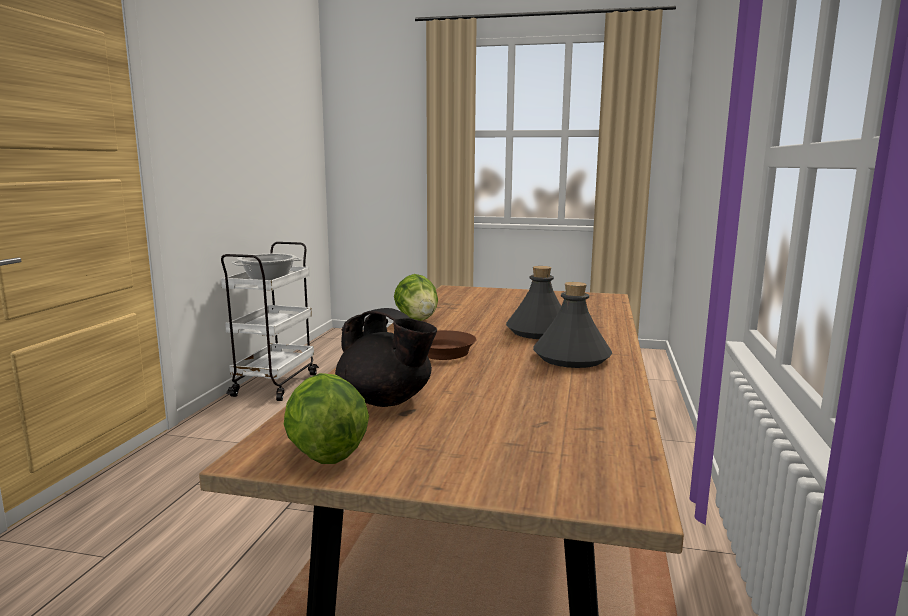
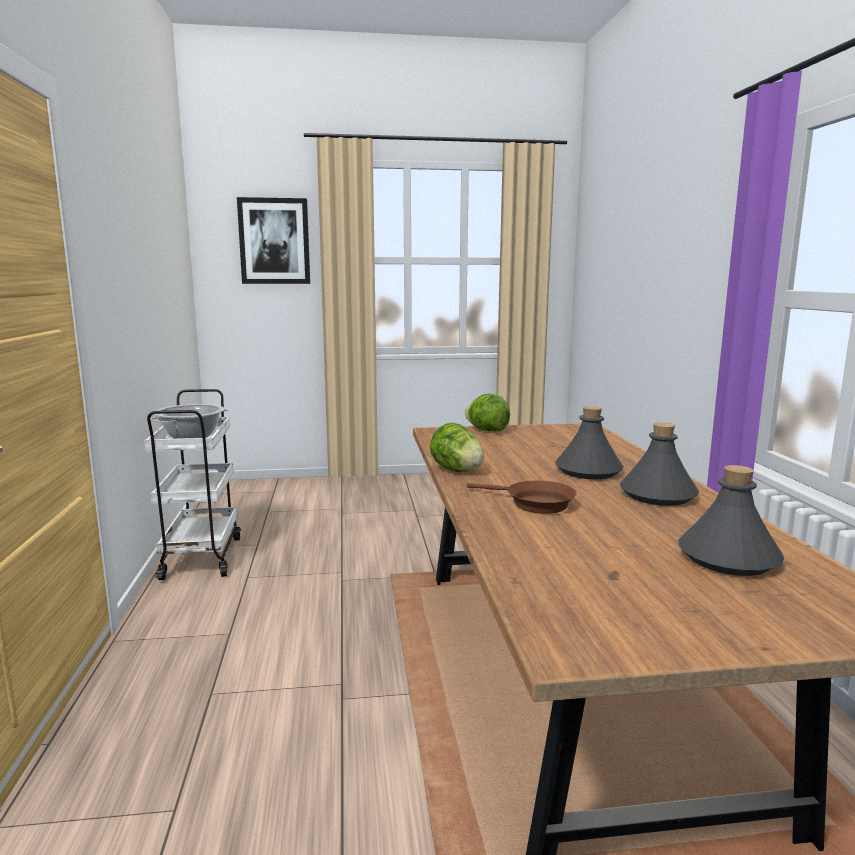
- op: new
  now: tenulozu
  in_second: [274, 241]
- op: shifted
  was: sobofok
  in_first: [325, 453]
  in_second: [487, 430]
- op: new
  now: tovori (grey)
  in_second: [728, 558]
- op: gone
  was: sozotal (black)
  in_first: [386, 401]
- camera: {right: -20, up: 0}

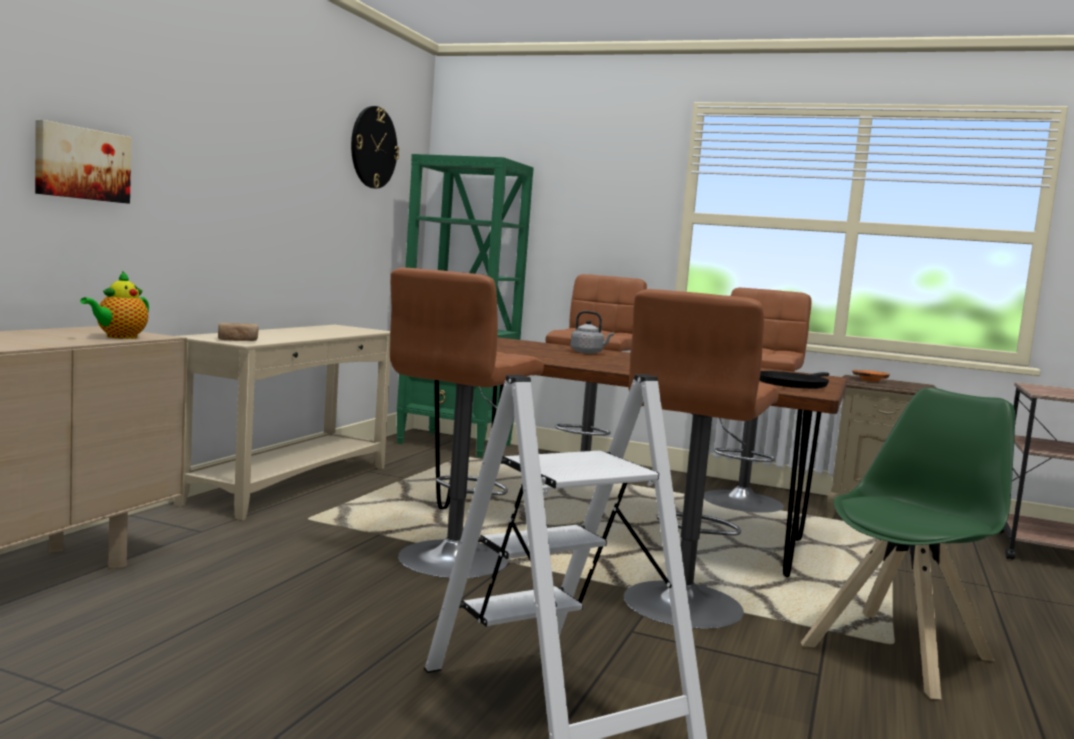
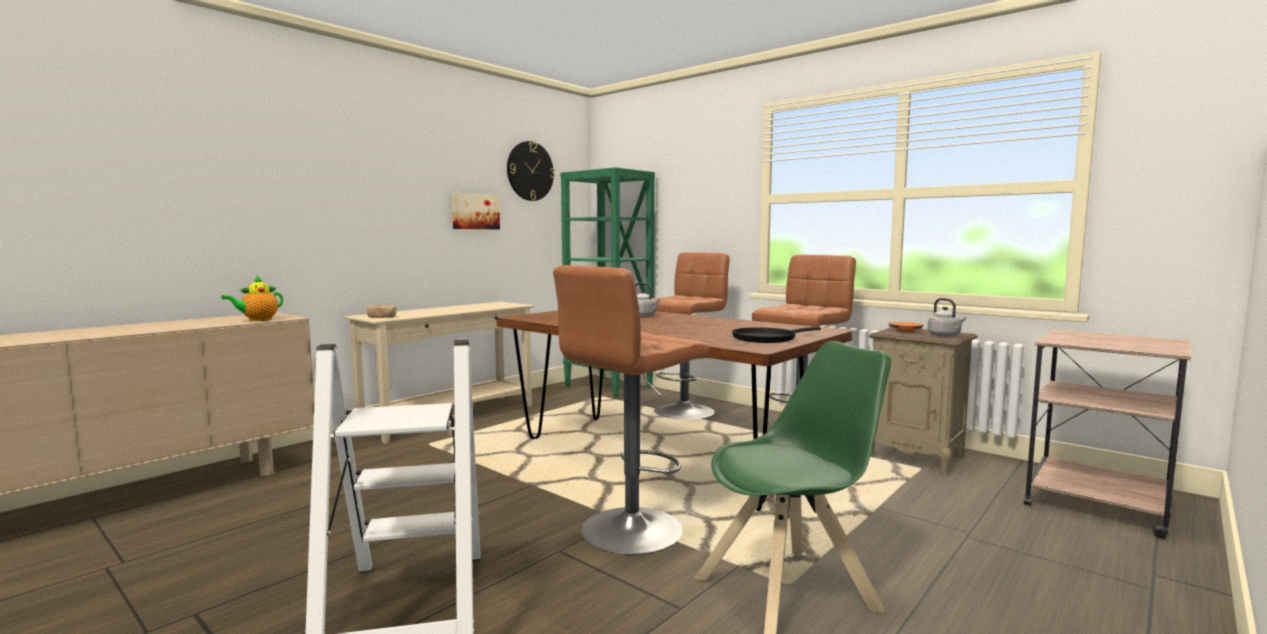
- op: shifted
  was: tenulozu
  in_first: [81, 163]
  in_second: [475, 211]
- op: new
  now: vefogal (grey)
  in_second: [945, 335]
- op: gone
  was: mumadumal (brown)
  in_first: [451, 559]
- camera: {right: 20, up: 0}

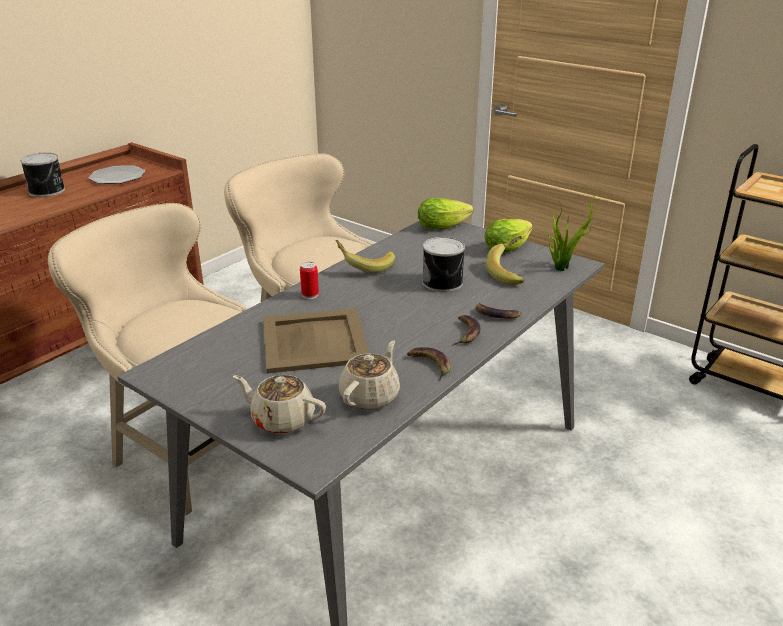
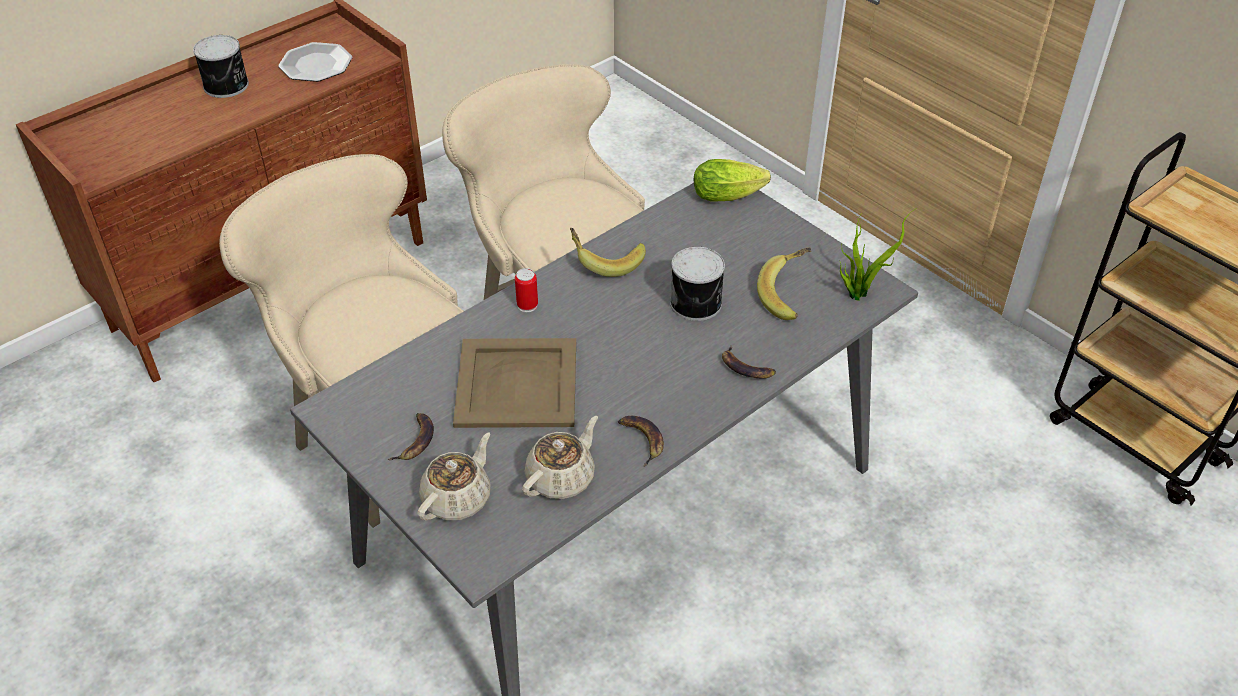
- op: shifted
  was: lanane
  in_first: [465, 333]
  in_second: [415, 440]
- op: rotated
  was: sozotal (beige)
  in_first: [282, 419]
  in_second: [458, 498]
  clockwise: 90
- op: gone
  was: sobofok
  in_first: [509, 247]
- camera: {right: 10, up: 15}

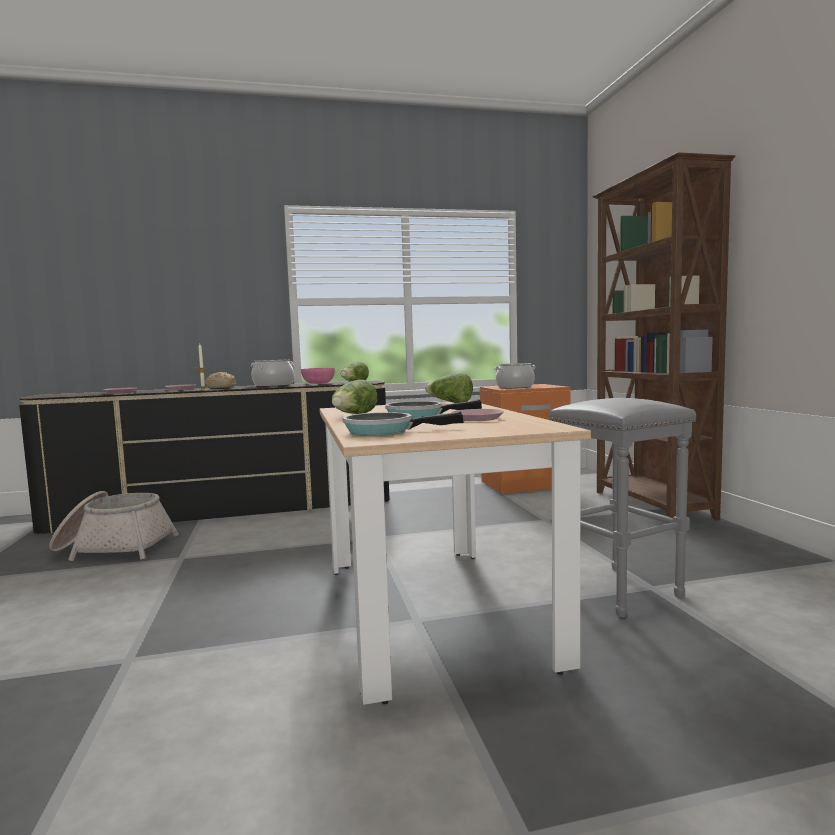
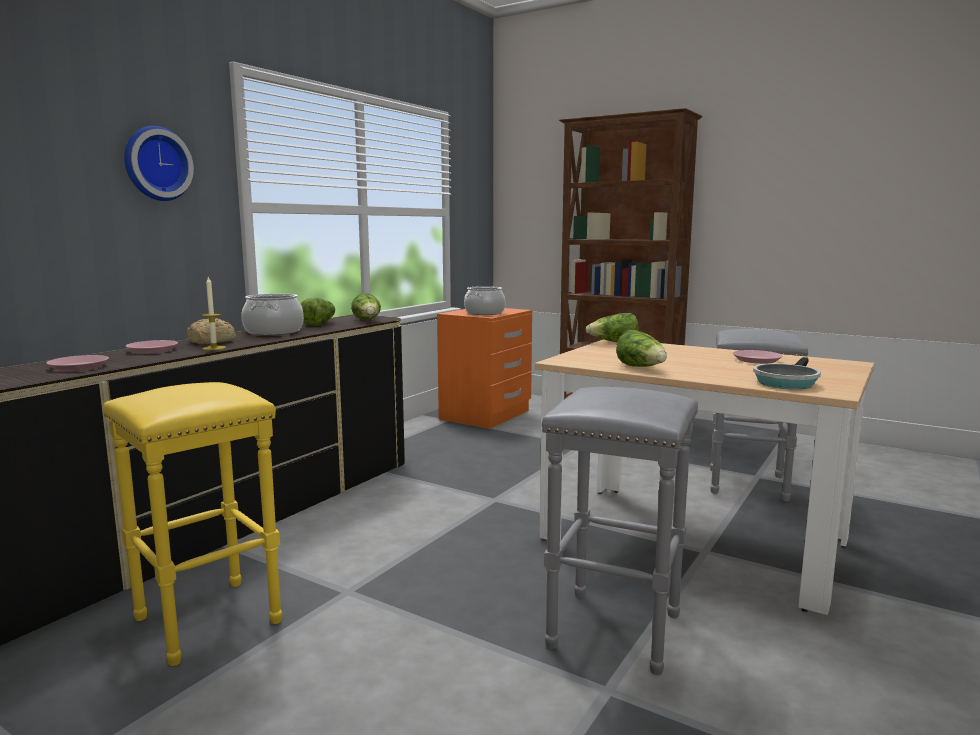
- op: swapped
  was: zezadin
  now: mumadumal (yellow)
  in_first: [114, 548]
  in_second: [204, 619]
- op: new
  now: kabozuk
  in_second: [156, 164]
- op: swapped
  was: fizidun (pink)
  now: sobofok
  in_first: [318, 383]
  in_second: [319, 324]
- op: new
  now: mumadumal (grey)
  in_second: [611, 630]
- op: gone
  was: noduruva
  in_first: [419, 416]
- camera: {right: -45, up: 5}

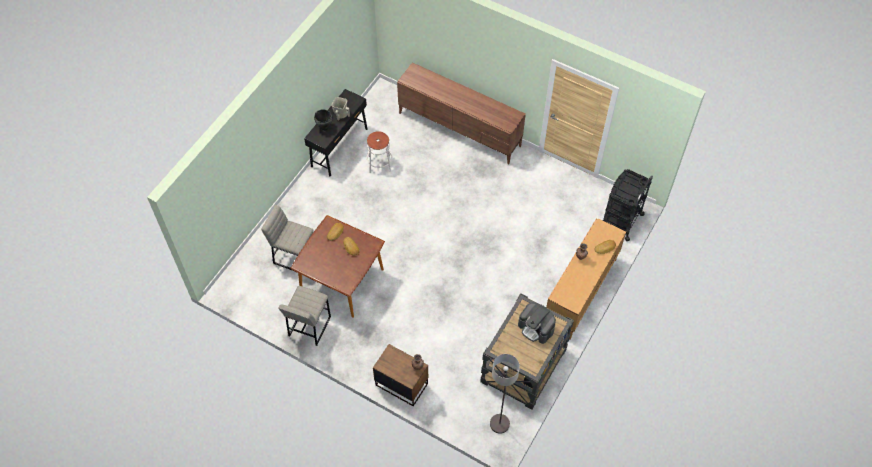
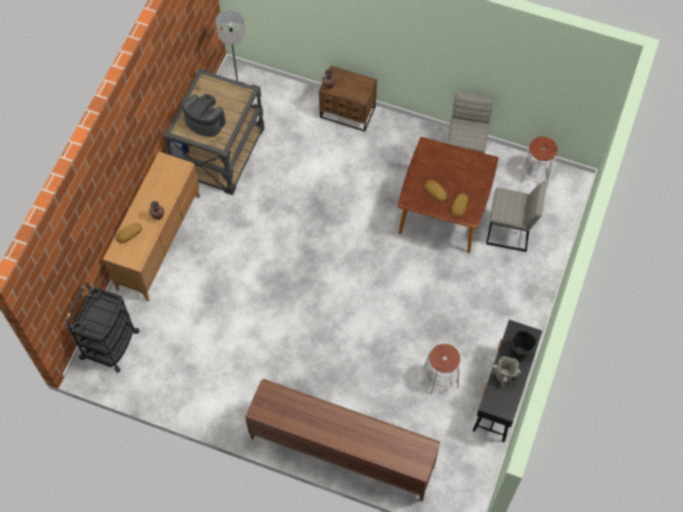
- op: new
  now: mumadumal (white)
  in_second: [536, 174]
- camera: {right: 170, up: 5}

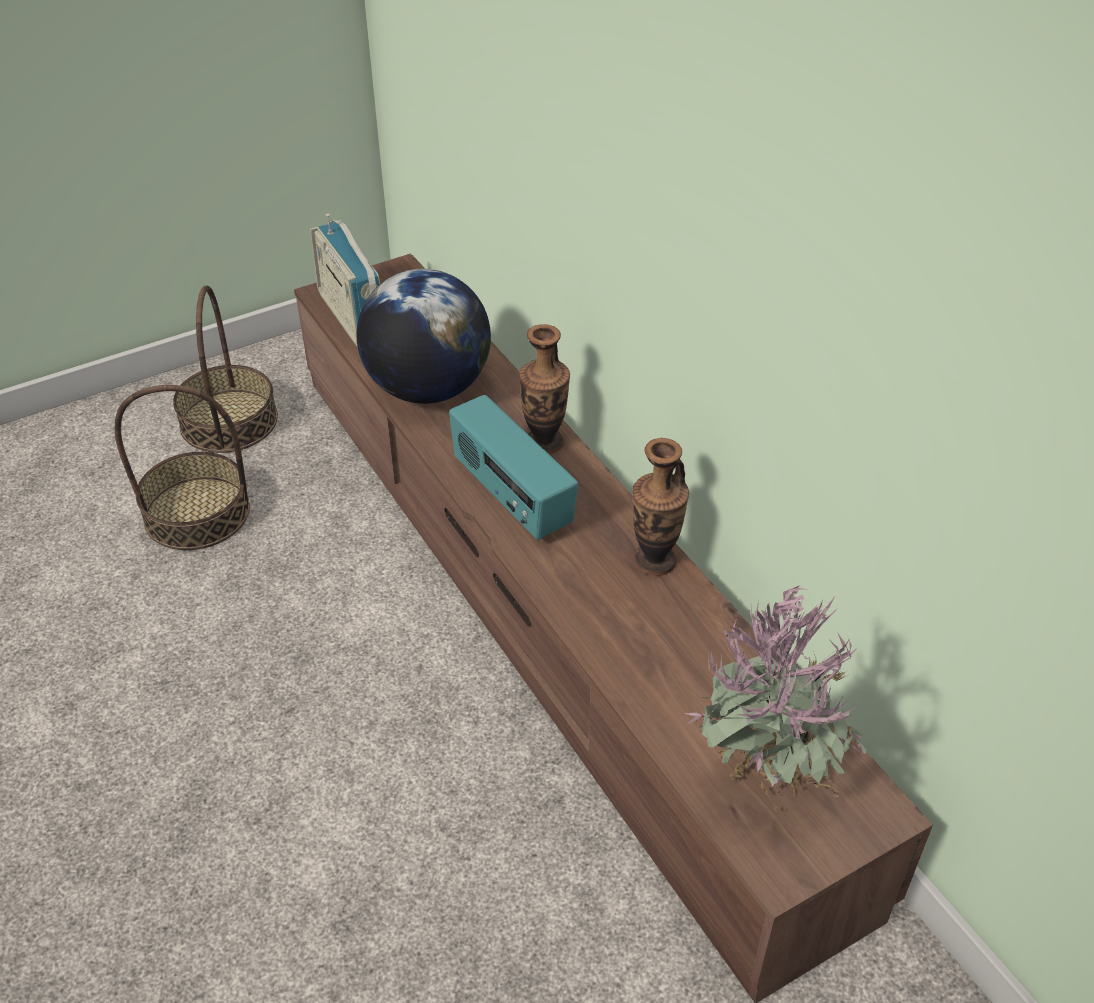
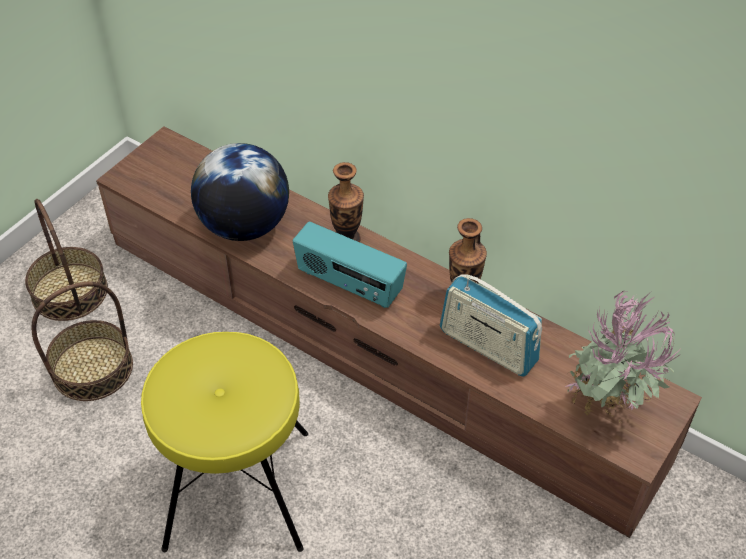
- op: new
  now: mumadumal (yellow)
  in_second: [236, 490]
- op: shifted
  was: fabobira
  in_first: [352, 318]
  in_second: [488, 347]
- camera: {right: -25, up: 5}

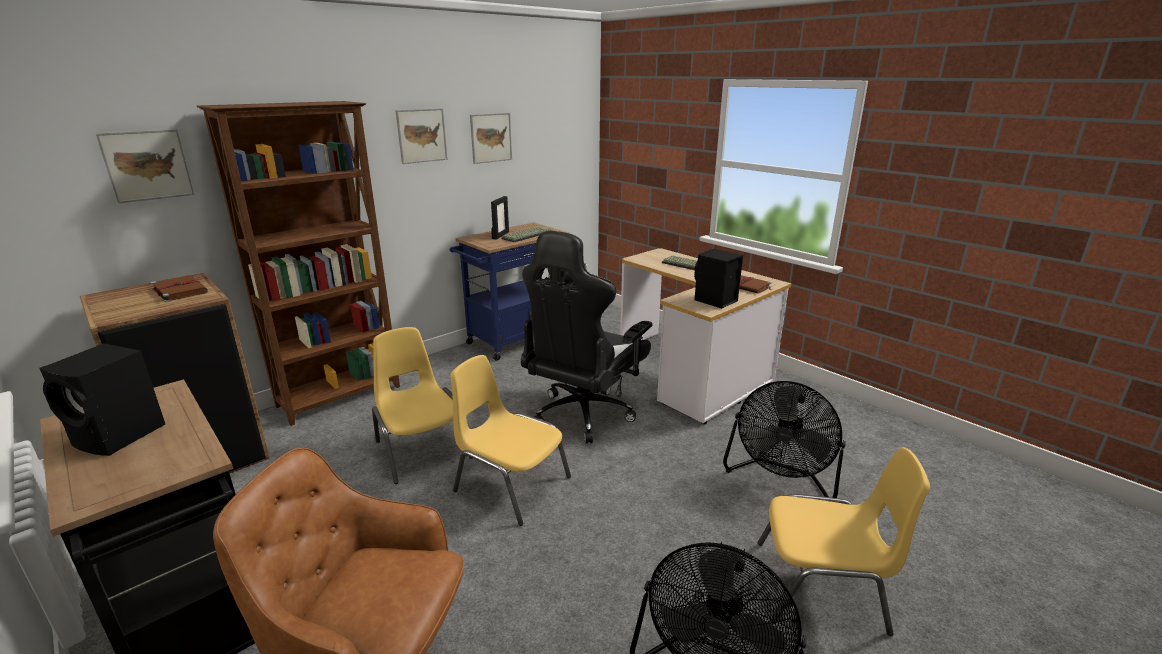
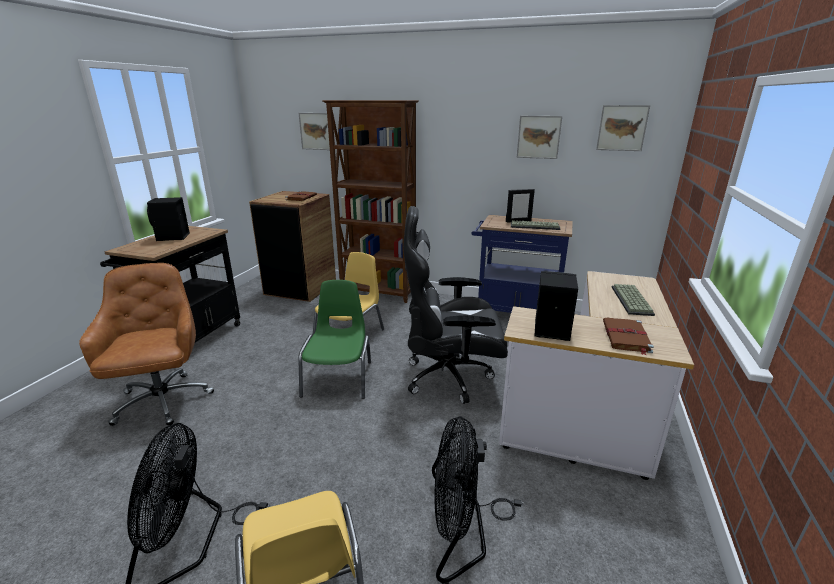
- op: repainted
  was: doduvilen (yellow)
  now: doduvilen (green)
  in_first: [510, 484]
  in_second: [339, 378]
- op: shifted
  was: tenulozu
  in_first: [422, 135]
  in_second: [622, 128]
- camera: {right: 60, up: 0}

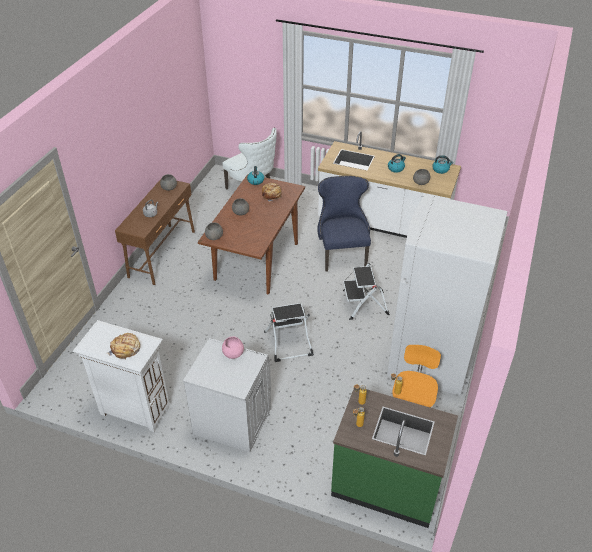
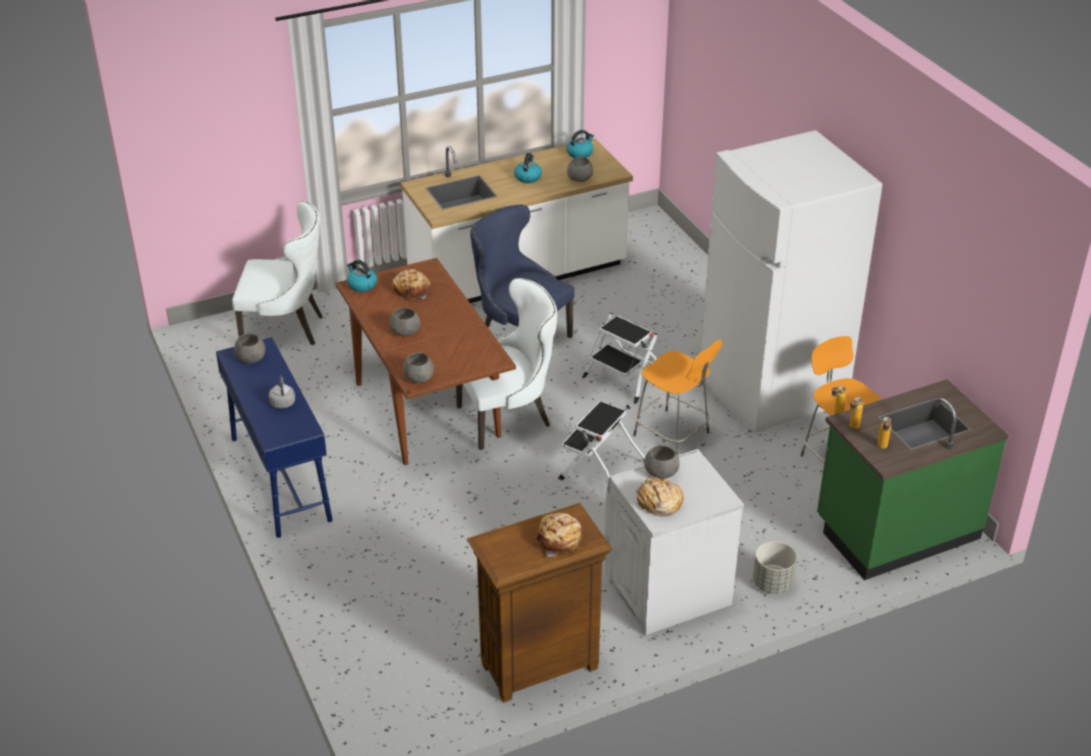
- op: repainted
  was: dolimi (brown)
  now: dolimi (blue)
  in_first: [163, 254]
  in_second: [281, 479]
- op: new
  now: doduvilen (white)
  in_second: [508, 418]
- op: repainted
  was: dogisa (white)
  now: dogisa (brown)
  in_first: [134, 411]
  in_second: [538, 668]
- op: new
  now: mumadumal (orange)
  in_second: [673, 435]
- op: new
  now: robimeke
  in_second: [659, 503]
- op: repainted
  was: fizidun (pink)
  now: fizidun (grey)
  in_first: [233, 353]
  in_second: [662, 472]
- op: new
  now: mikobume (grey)
  in_second: [773, 583]
- camera: {right: -45, up: -5}

